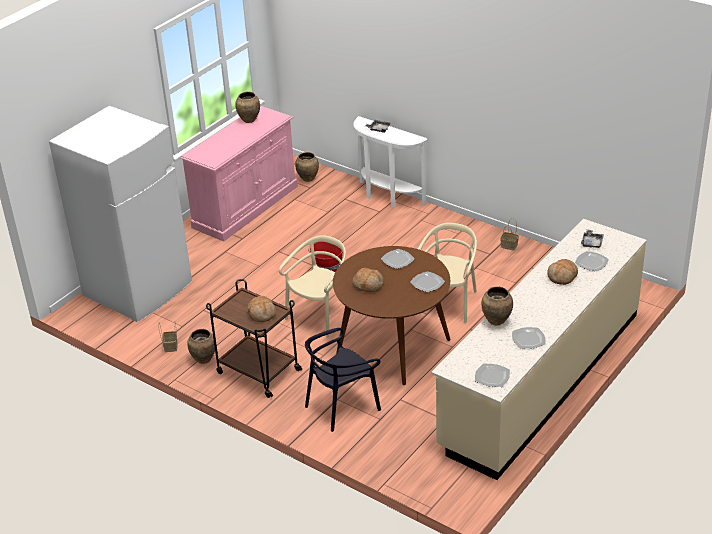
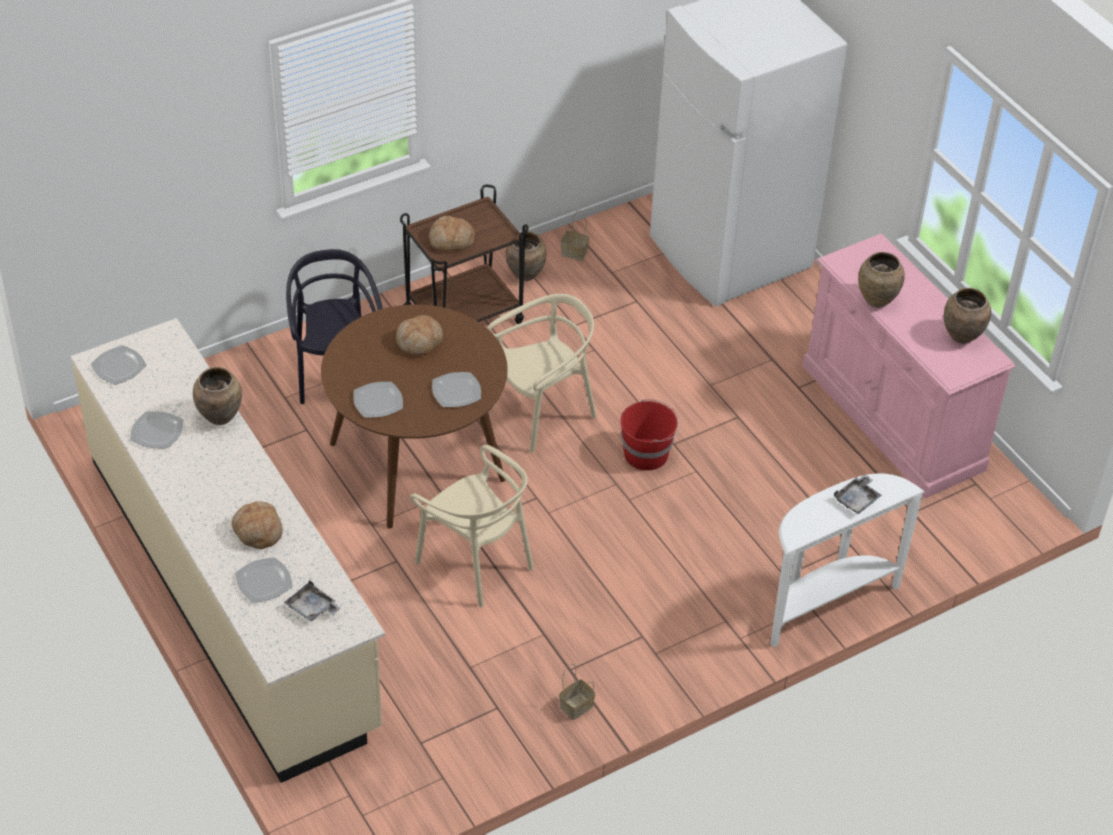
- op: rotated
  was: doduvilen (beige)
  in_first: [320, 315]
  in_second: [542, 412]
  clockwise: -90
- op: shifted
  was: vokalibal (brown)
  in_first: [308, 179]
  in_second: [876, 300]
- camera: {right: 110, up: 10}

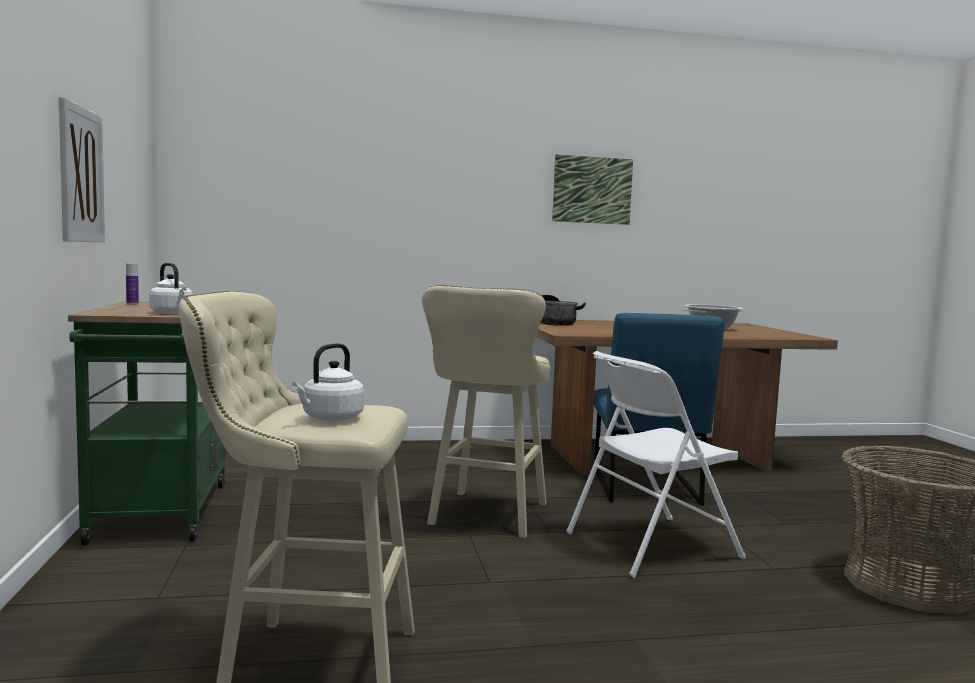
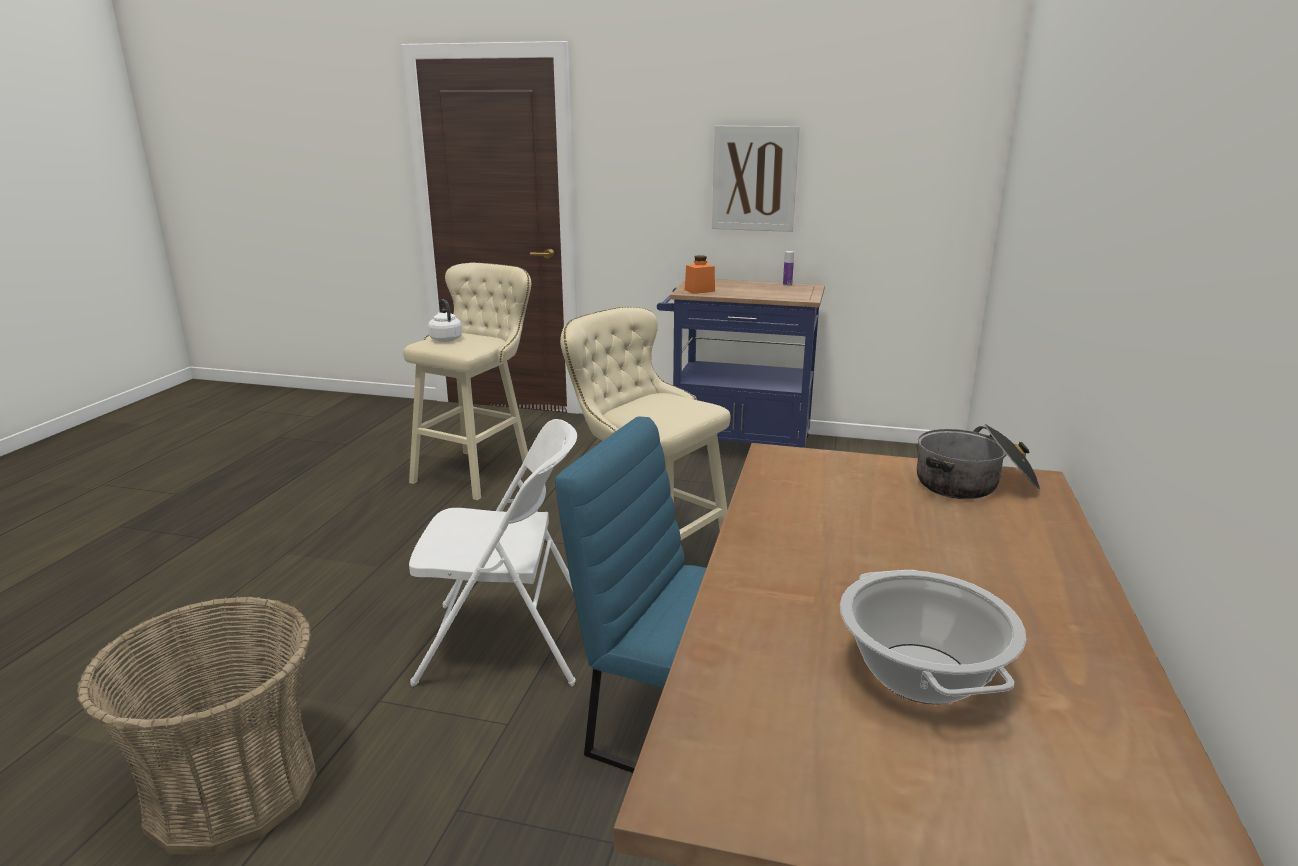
- op: rotated
  was: doduvilen (white)
  in_first: [652, 545]
  in_second: [504, 643]
  clockwise: 90
- op: repainted
  was: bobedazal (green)
  now: bobedazal (blue)
  in_first: [159, 515]
  in_second: [736, 445]
- op: swapped
  was: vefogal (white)
  now: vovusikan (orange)
  in_first: [172, 313]
  in_second: [699, 291]
- op: gone
  was: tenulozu
  in_first: [592, 190]
- camera: {right: 115, up: 15}

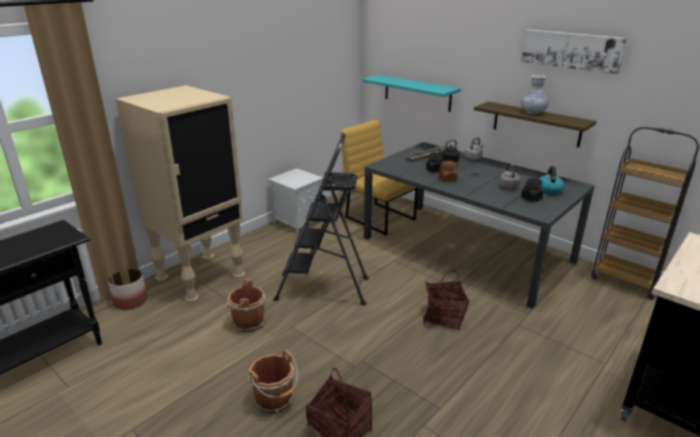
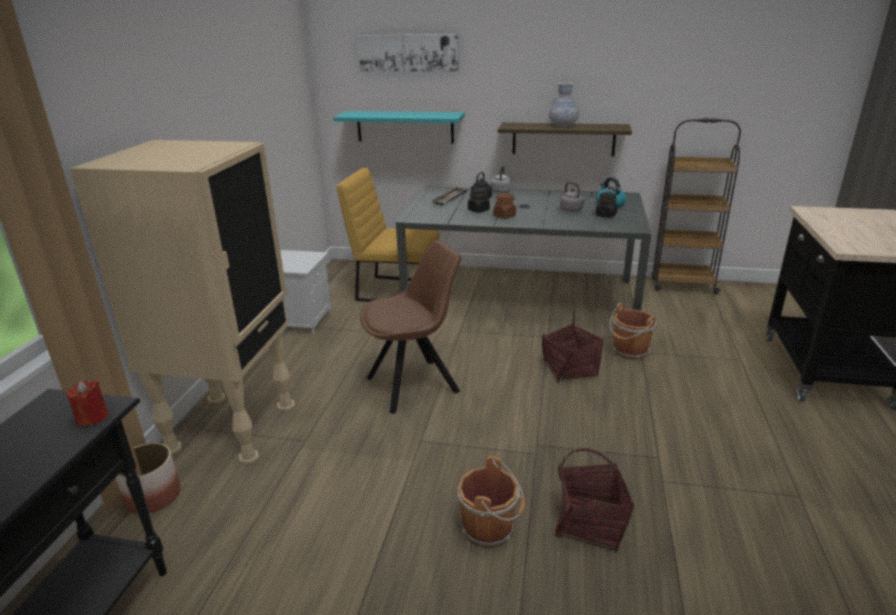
- op: new
  now: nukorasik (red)
  in_second: [92, 417]
- op: shifted
  was: tenulozu
  in_first: [571, 50]
  in_second: [408, 53]
- op: swapped
  was: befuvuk
  now: doduvilen (brown)
  in_first: [323, 288]
  in_second: [413, 385]
- op: shifted
  was: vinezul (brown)
  in_first: [247, 323]
  in_second: [629, 351]
- camera: {right: -30, up: 0}

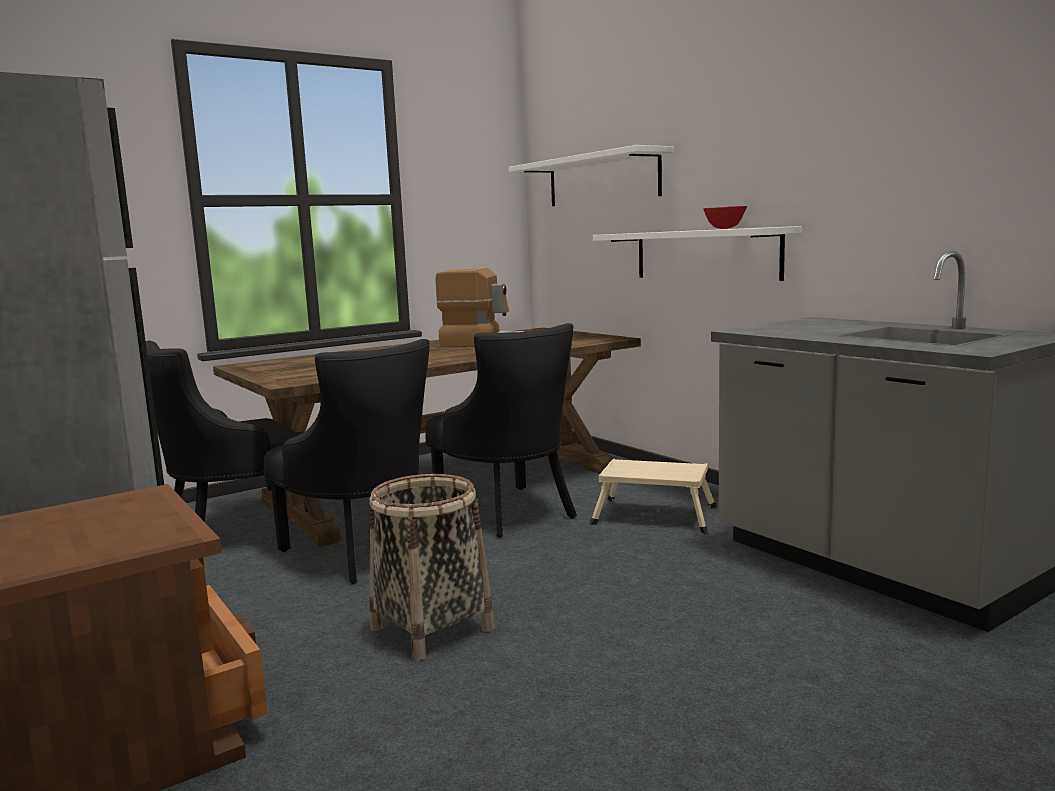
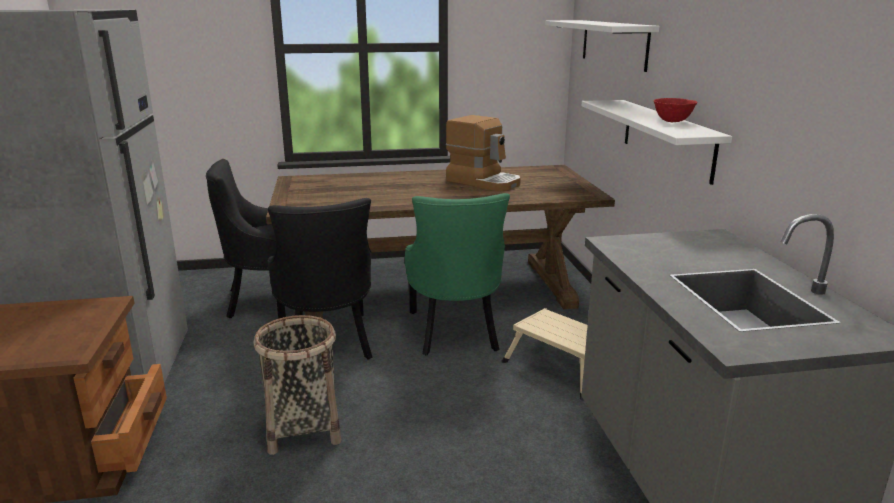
- op: repainted
  was: doduvilen (black)
  now: doduvilen (green)
  in_first: [506, 511]
  in_second: [454, 329]
- camera: {right: 25, up: 10}

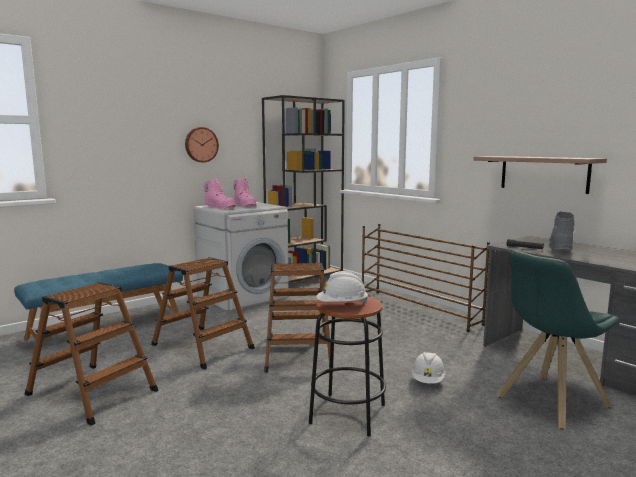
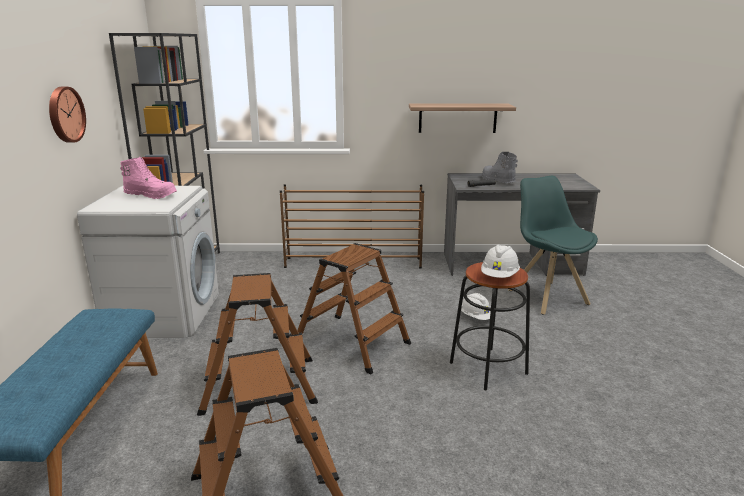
- op: rotated
  was: doduvilen (turquoise)
  in_first: [551, 401]
  in_second: [547, 297]
  clockwise: 150
- op: gone
  was: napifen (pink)
  in_first: [220, 207]
- camera: {right: -50, up: 10}

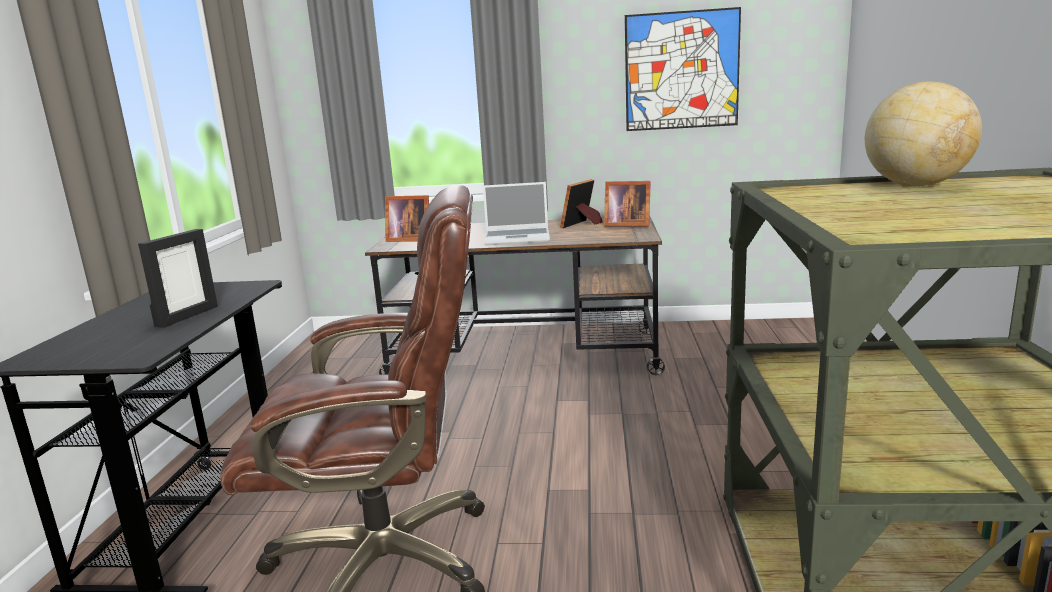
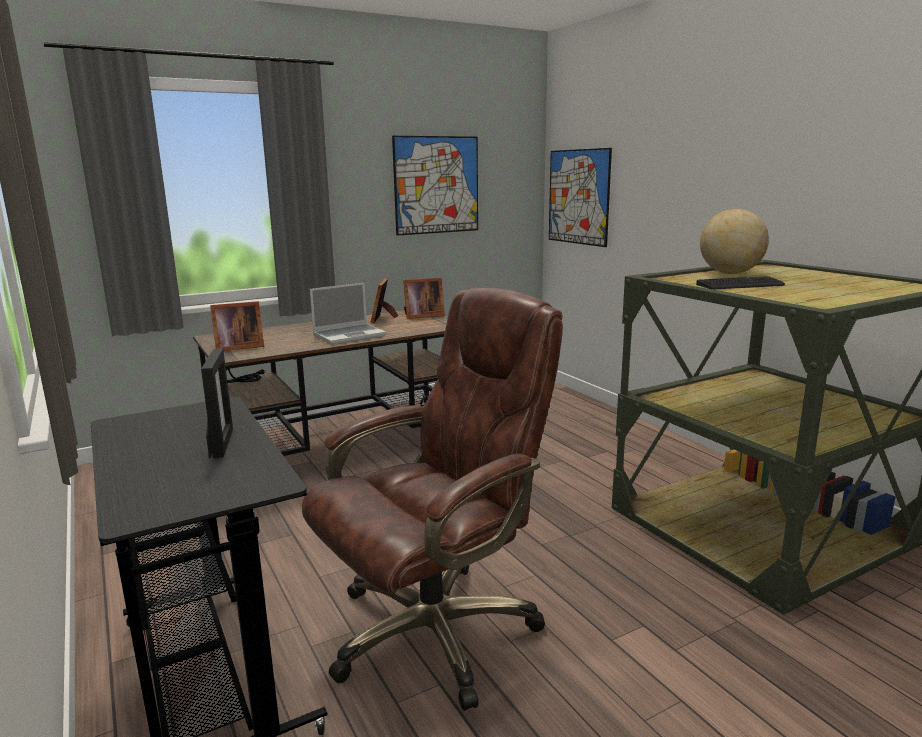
- op: new
  now: tenulozu
  in_second: [578, 197]
- op: new
  now: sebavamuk
  in_second: [740, 285]
- camera: {right: -35, up: 0}

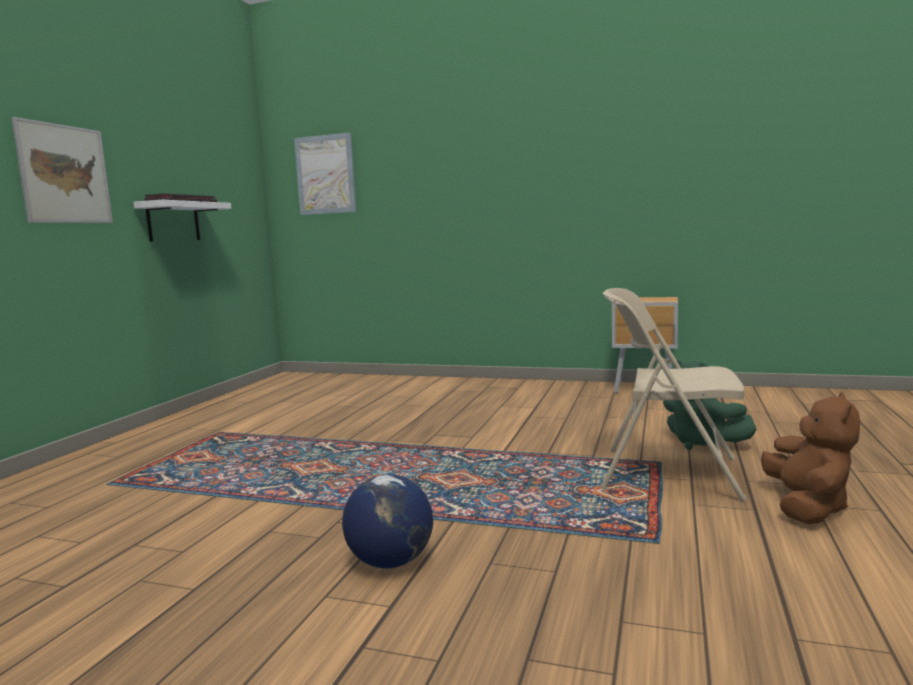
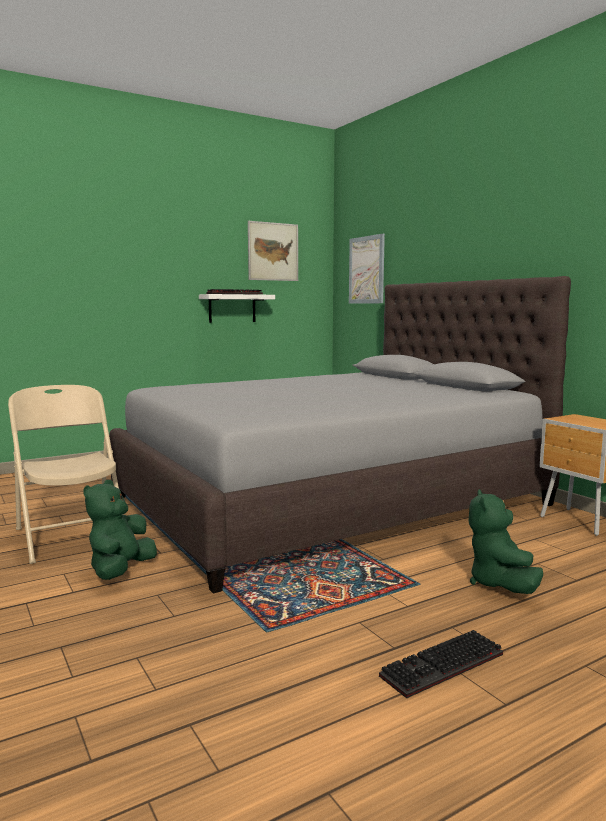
- op: shifted
  was: doduvilen (beige)
  in_first: [670, 473]
  in_second: [71, 536]
- op: swapped
  was: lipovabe
  now: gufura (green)
  in_first: [390, 562]
  in_second: [120, 571]
- op: new
  now: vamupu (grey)
  in_second: [331, 500]
- op: shifted
  was: tenulozu
  in_first: [65, 174]
  in_second: [273, 251]
- op: swapped
  was: gufura (brown)
  now: sebavamuk
  in_first: [807, 507]
  in_second: [443, 667]
- camera: {right: 40, up: 0}

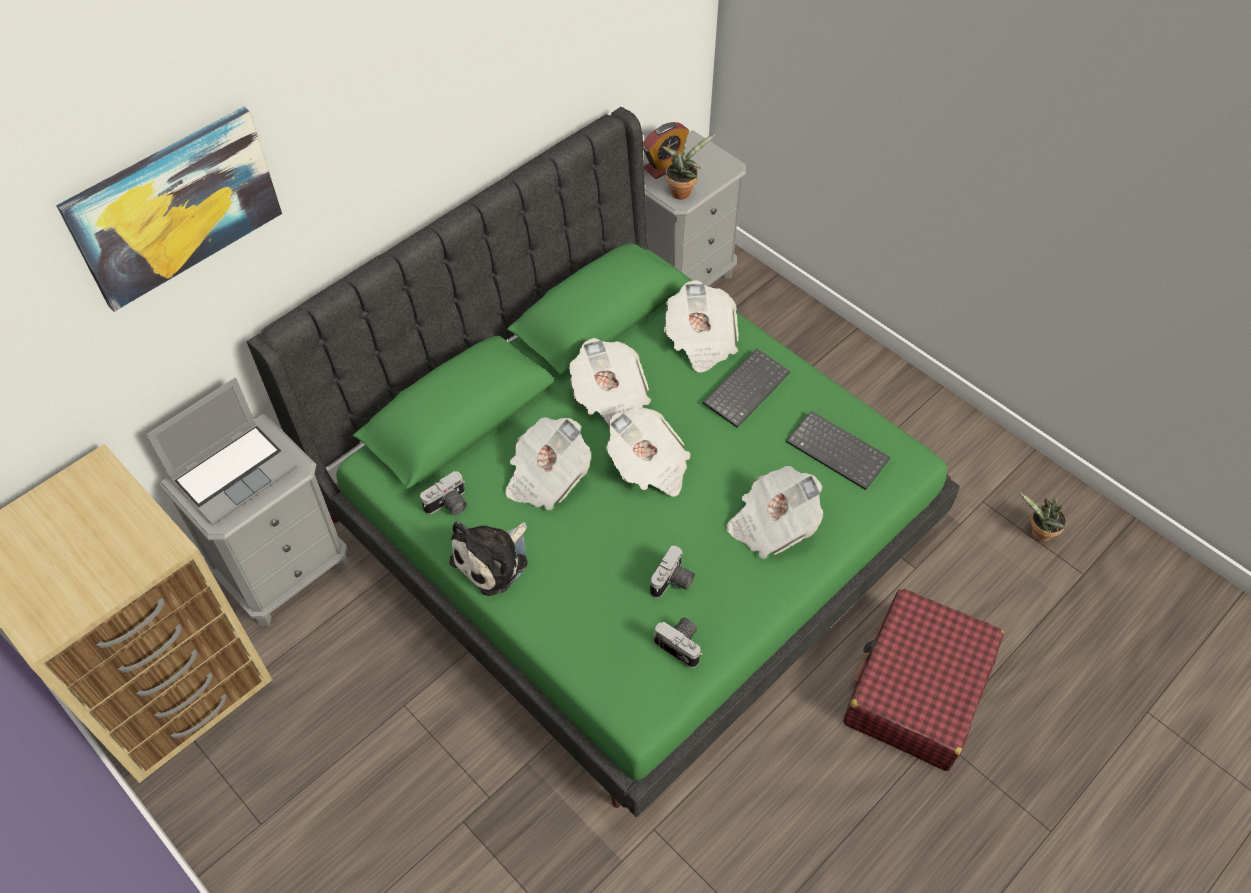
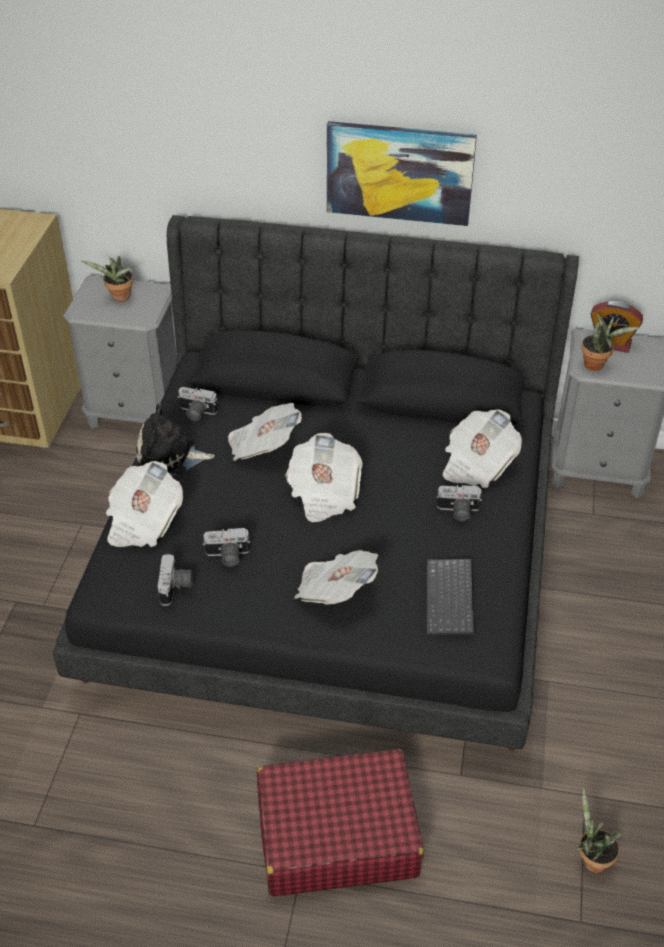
- op: repainted
  was: vamupu (green)
  now: vamupu (black)
  in_first: [625, 520]
  in_second: [332, 558]
- op: swapped
  was: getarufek
  now: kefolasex
  in_first: [235, 473]
  in_second: [119, 298]
- op: shifted
  was: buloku
  in_first: [610, 398]
  in_second: [143, 522]
- op: shifted
  was: tenulozu
  in_first: [175, 207]
  in_second: [399, 172]
- op: swapped
  was: sebavamuk
  now: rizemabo
  in_first: [746, 387]
  in_second: [458, 512]
- camera: {right: 55, up: -10}

